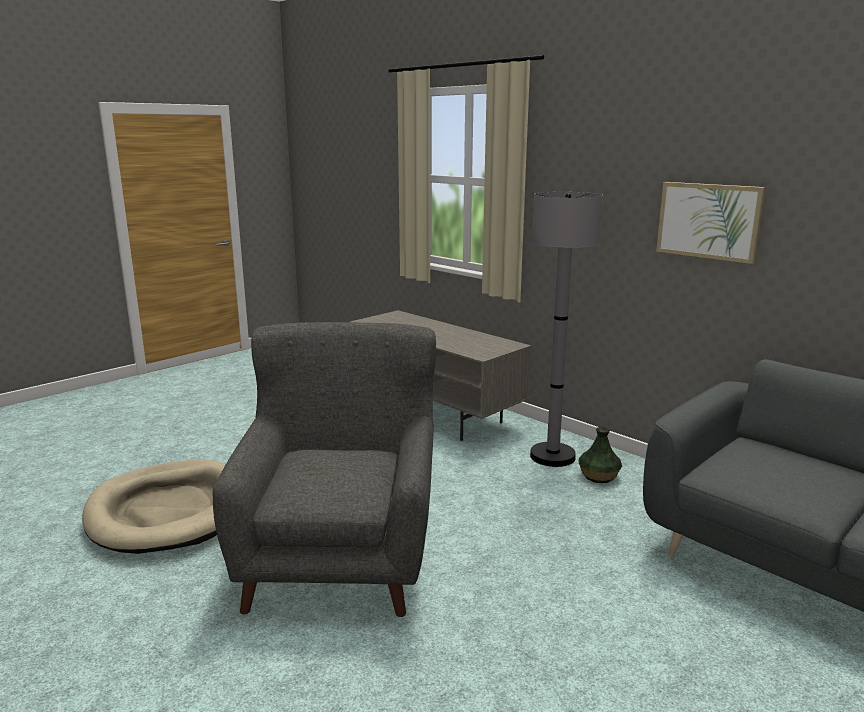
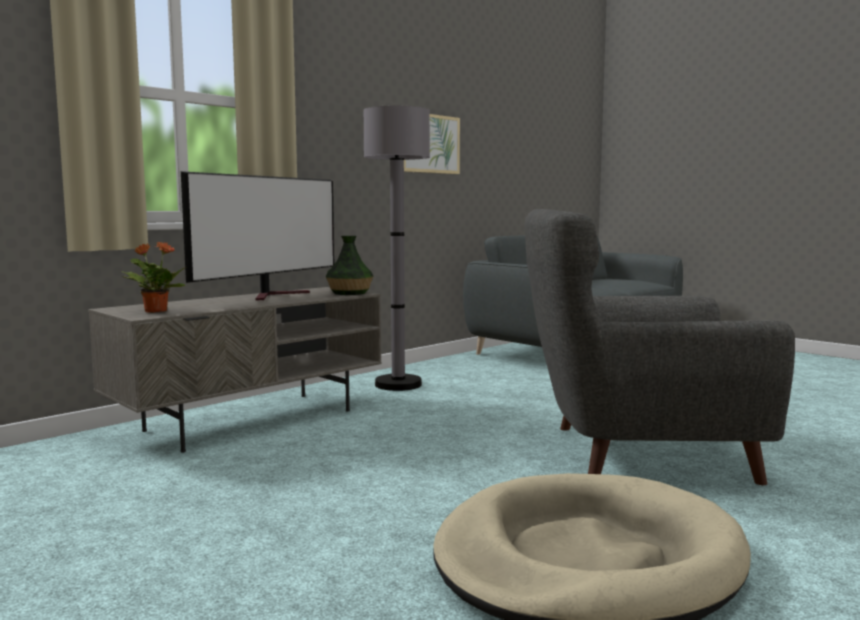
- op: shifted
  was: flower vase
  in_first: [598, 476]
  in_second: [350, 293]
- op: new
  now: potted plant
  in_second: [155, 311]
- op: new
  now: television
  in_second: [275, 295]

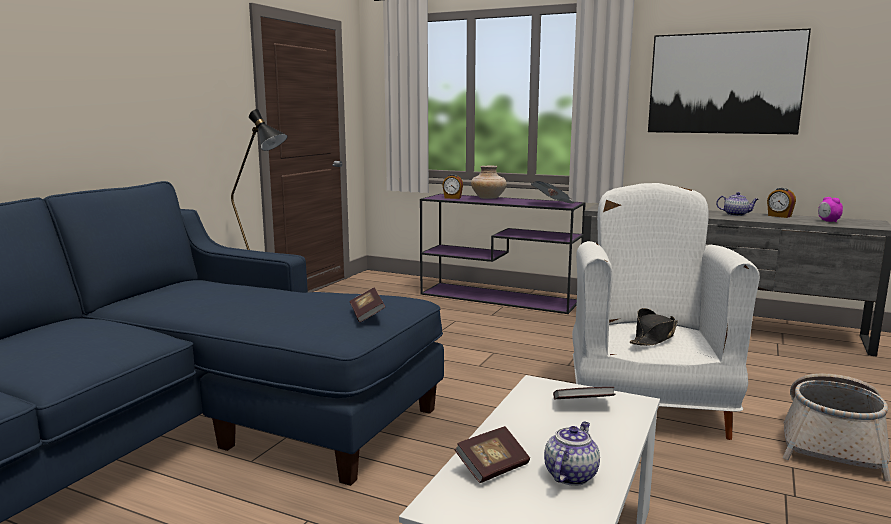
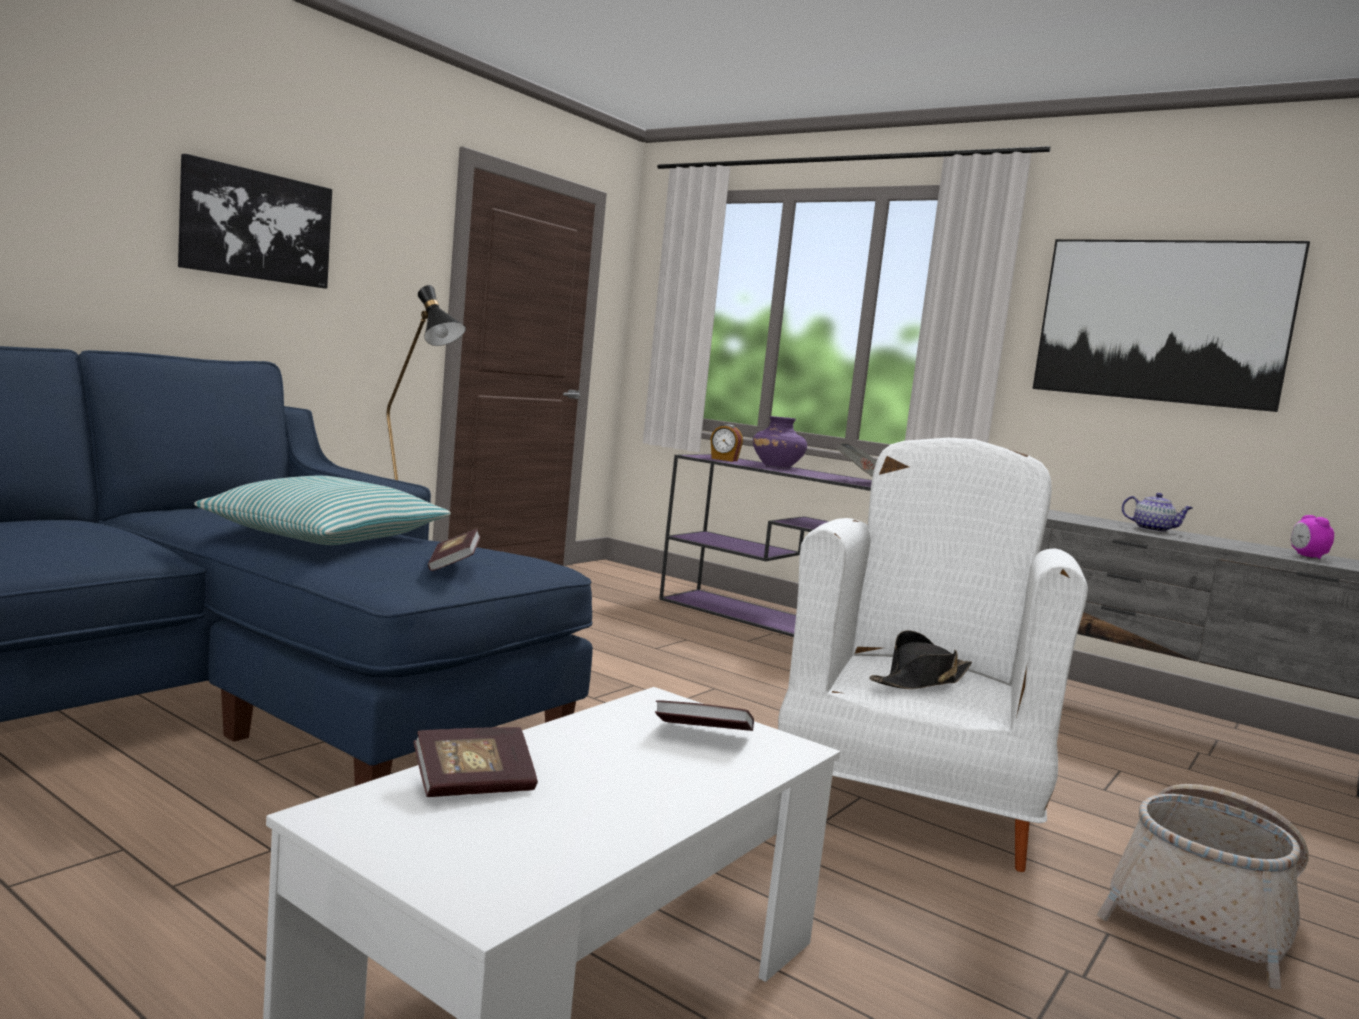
- op: repainted
  was: beige flower vase
  now: purple-coloured flower vase
  in_first: [488, 198]
  in_second: [777, 466]
- op: gone
  was: teapot
  in_first: [570, 475]
- op: gone
  was: bedside clock
  in_first: [779, 216]
- op: new
  now: wall picture
  in_second: [256, 225]
- op: new
  now: pillow
  in_second: [326, 535]

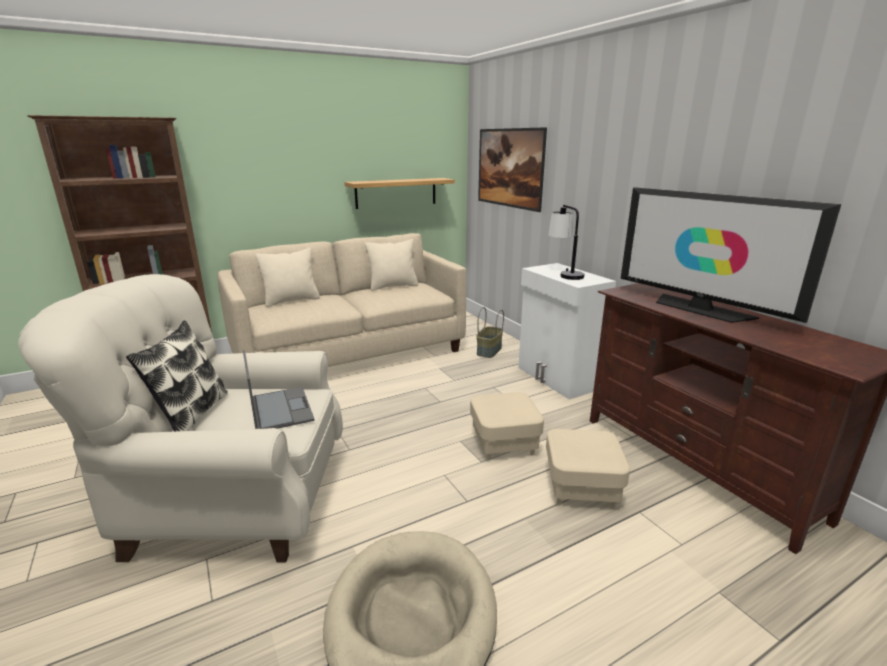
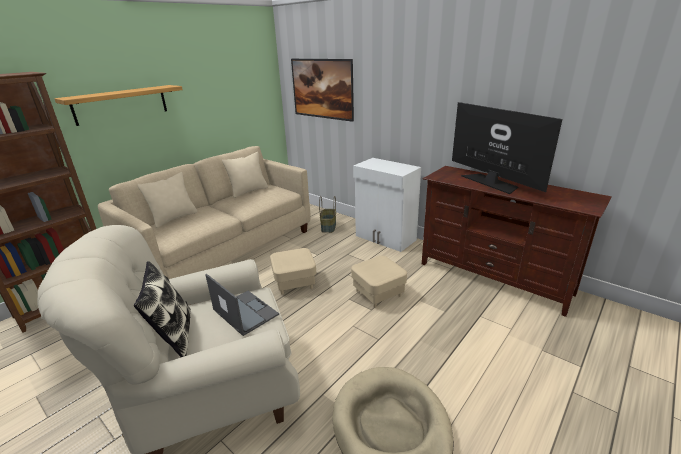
- op: shifted
  was: bracket shelf
  in_first: [396, 193]
  in_second: [121, 104]
- op: shifted
  was: beige footrest
  in_first: [581, 488]
  in_second: [294, 282]
- op: gone
  was: table lamp
  in_first: [564, 274]
- op: rotated
  was: television
  in_first: [700, 309]
  in_second: [490, 182]
  clockwise: -150

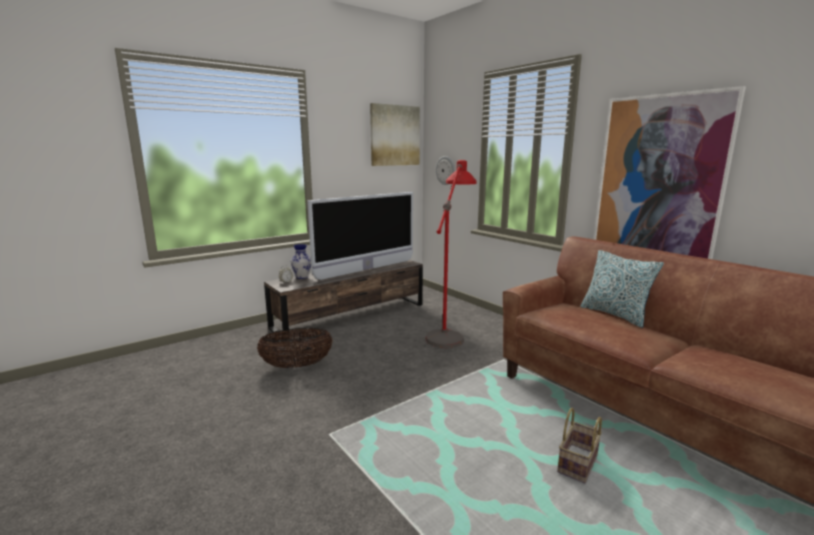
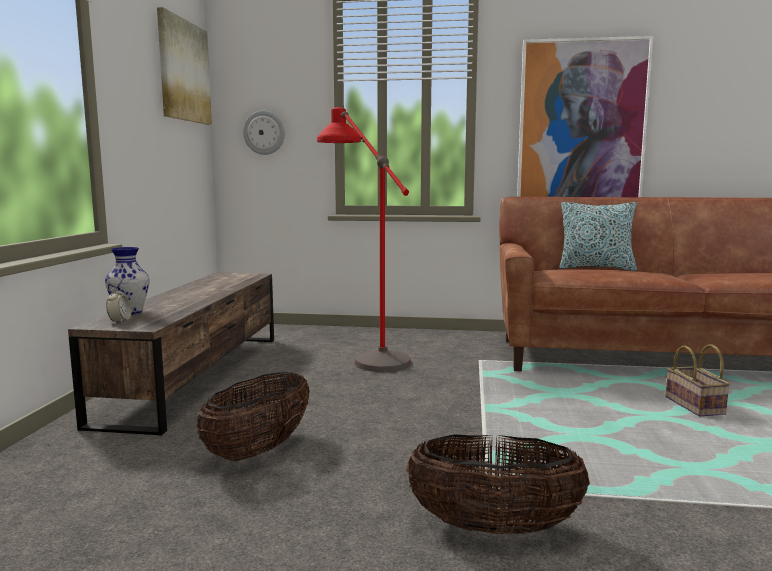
- op: gone
  was: television
  in_first: [366, 269]
- op: new
  now: basket
  in_second: [494, 527]

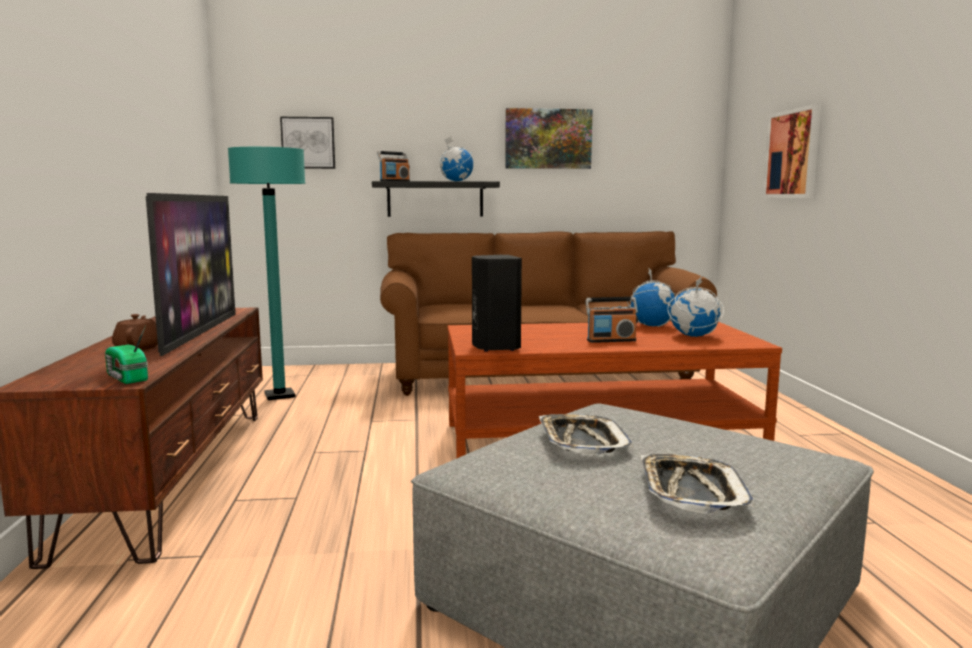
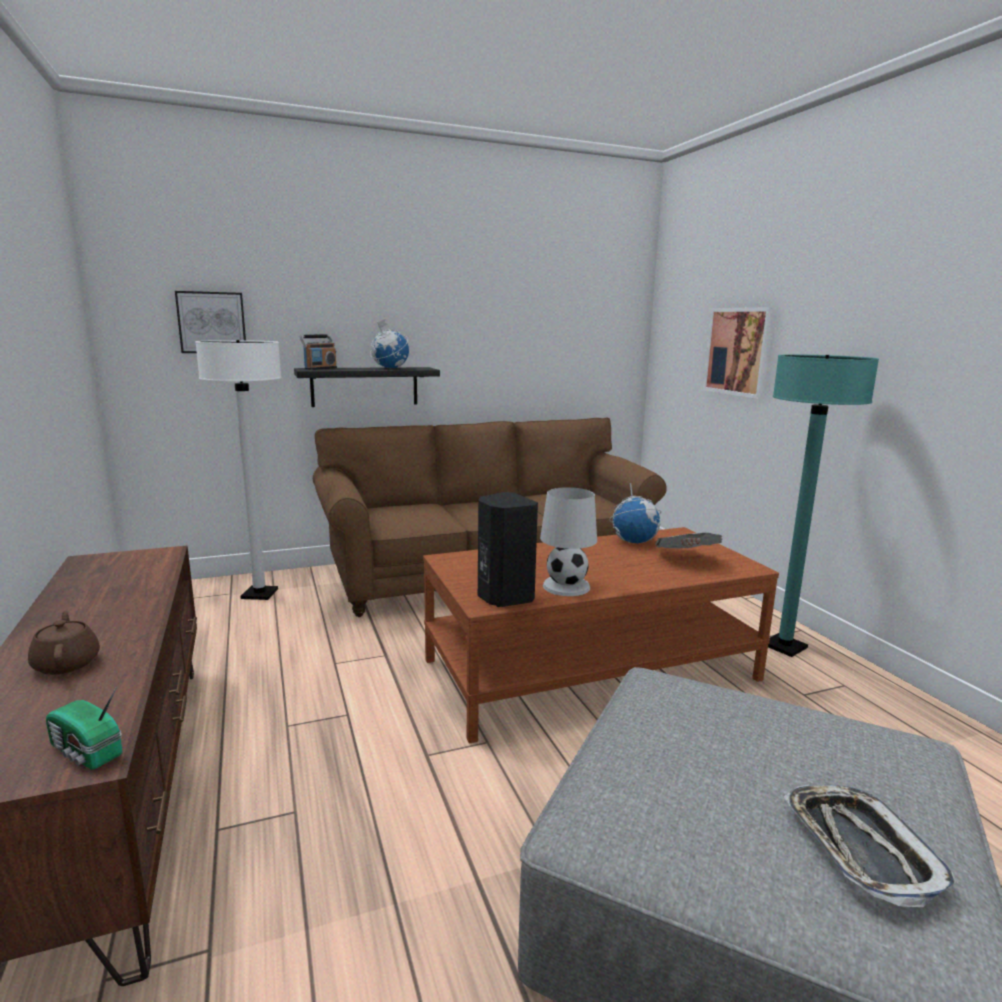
- op: gone
  was: television
  in_first: [199, 333]
- op: shifted
  was: blue-green floor lamp
  in_first: [279, 395]
  in_second: [784, 647]
- op: gone
  was: wall picture
  in_first: [548, 139]
- op: gone
  was: tray
  in_first: [582, 441]
- op: gone
  was: radio
  in_first: [611, 340]
- op: swapped
  was: desk globe
  now: newspaper
  in_first: [693, 336]
  in_second: [686, 559]
- op: new
  now: whitish floor lamp
  in_second: [259, 594]
- op: new
  now: whitish table lamp
  in_second: [565, 586]

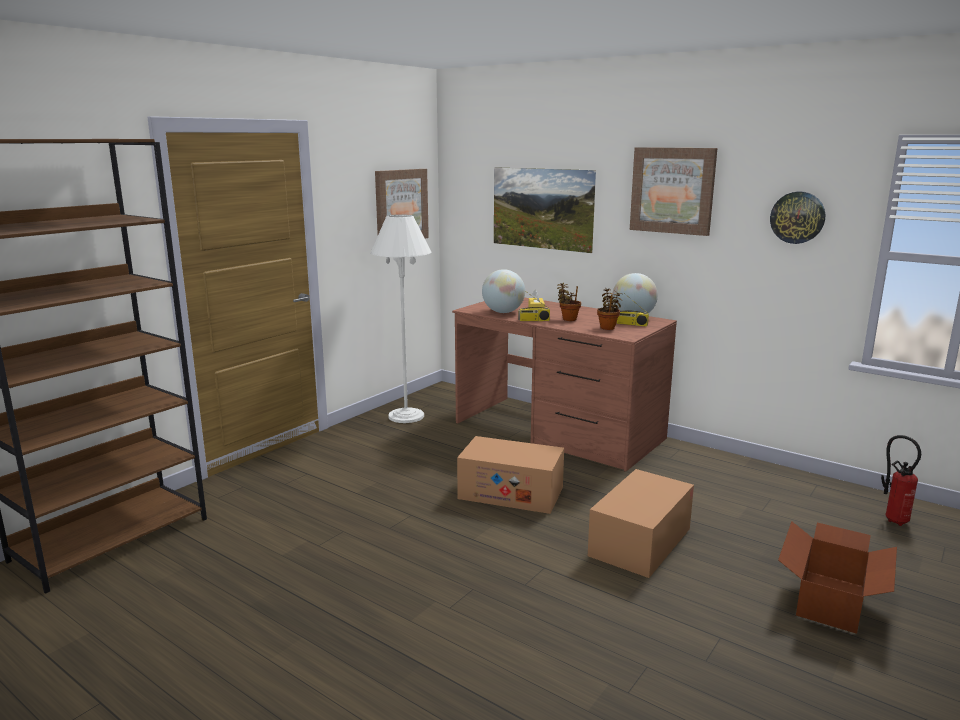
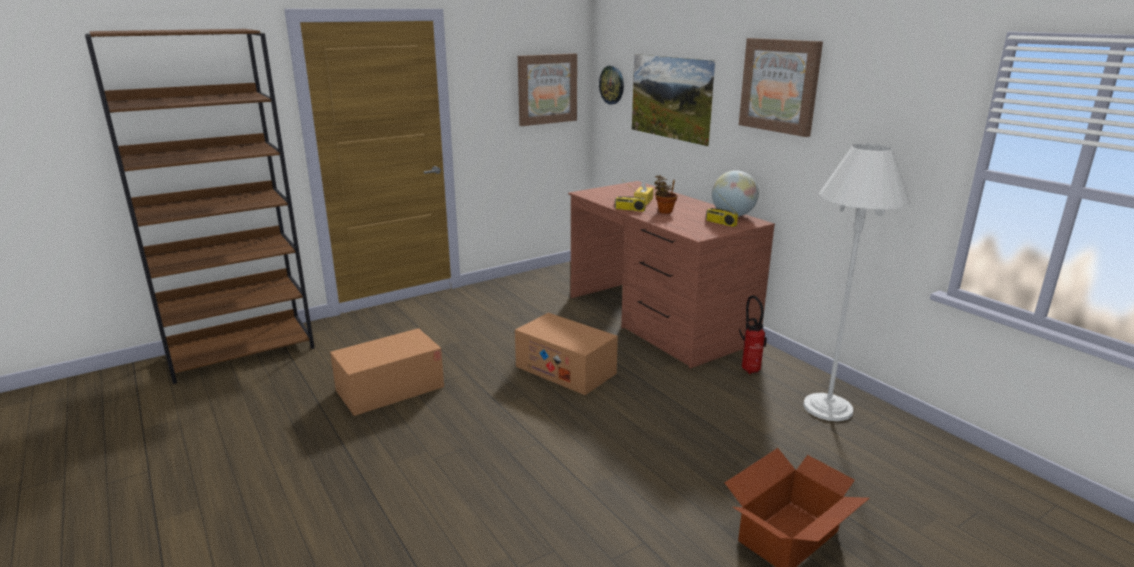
- op: shifted
  was: whitish floor lamp
  in_first: [406, 416]
  in_second: [827, 407]
- op: gone
  was: desk globe
  in_first: [503, 312]
- op: shifted
  was: packing box
  in_first: [640, 542]
  in_second: [390, 388]
- op: gone
  was: potted plant
  in_first: [608, 327]
- op: shifted
  was: hanging clock
  in_first: [797, 217]
  in_second: [612, 85]
- op: shifted
  was: fire extinguisher
  in_first: [893, 519]
  in_second: [749, 369]

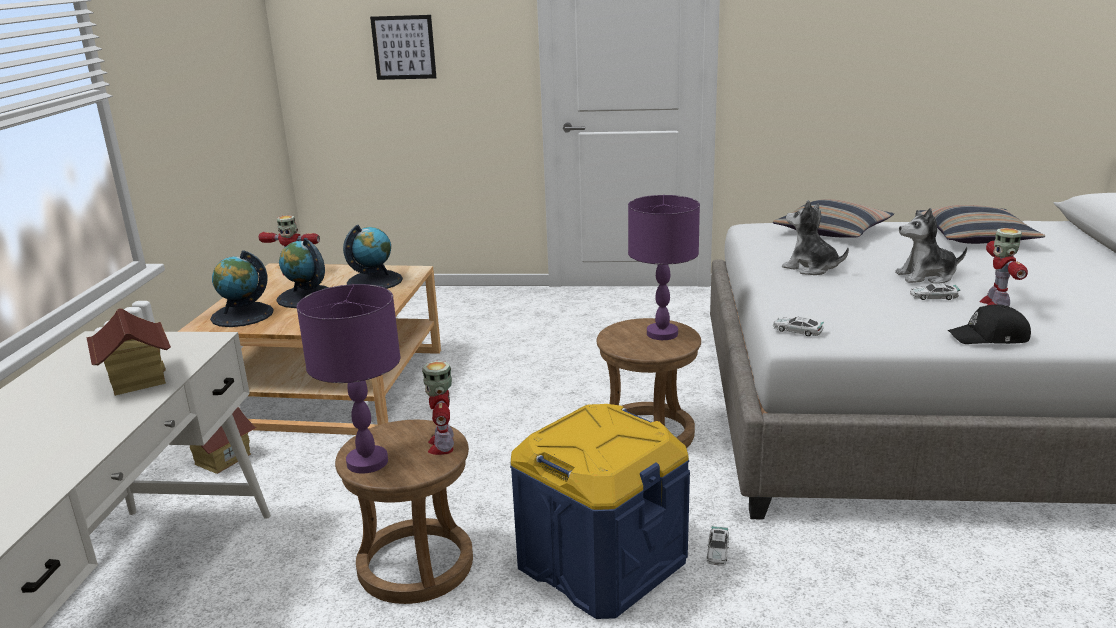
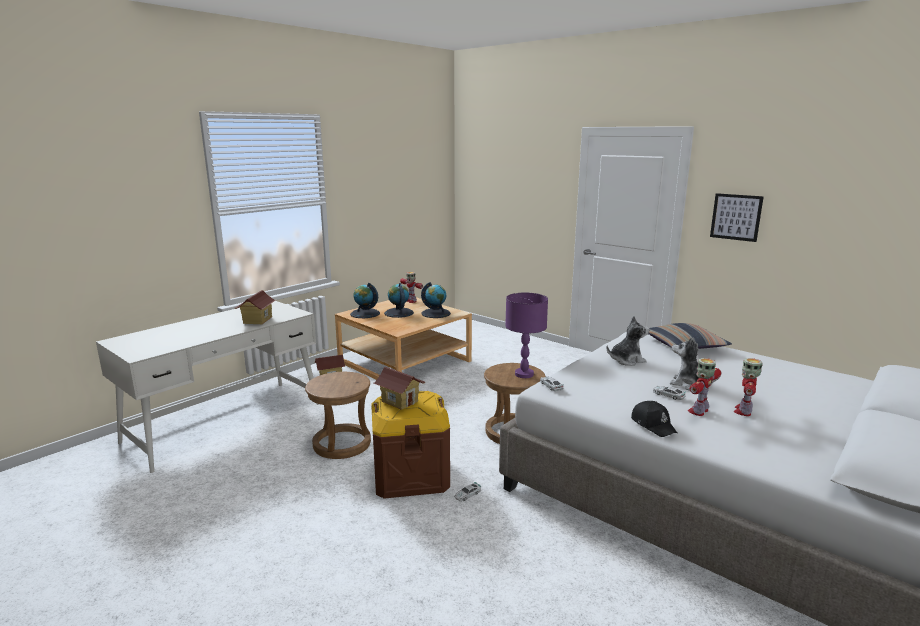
- op: gone
  was: purple-coloured table lamp
  in_first: [366, 462]
- op: shifted
  was: wall picture
  in_first: [404, 47]
  in_second: [736, 217]
- op: shifted
  was: robot figure
  in_first: [442, 445]
  in_second: [744, 411]
- op: repainted
  was: blue-coloured storage bin
  now: brownish storage bin
  in_first: [601, 562]
  in_second: [411, 475]
- op: rotated
  was: cuddly toy
  in_first: [810, 268]
  in_second: [626, 360]
  clockwise: 90
- op: gone
  was: pillow
  in_first: [975, 237]
- op: rotated
  was: black-coloured cap
  in_first: [990, 337]
  in_second: [653, 424]
  clockwise: -150
- op: new
  now: toy house
  in_second: [400, 401]

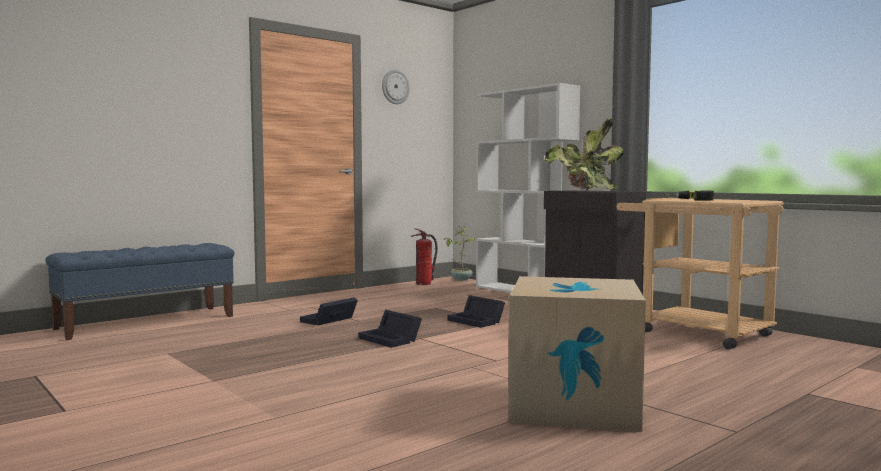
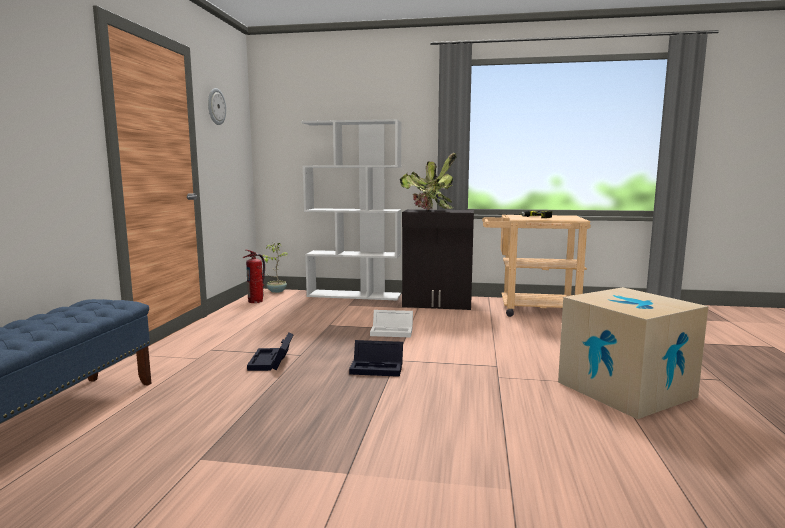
- op: repainted
  was: black-coloured storage bin
  now: whitish storage bin
  in_first: [477, 321]
  in_second: [393, 331]

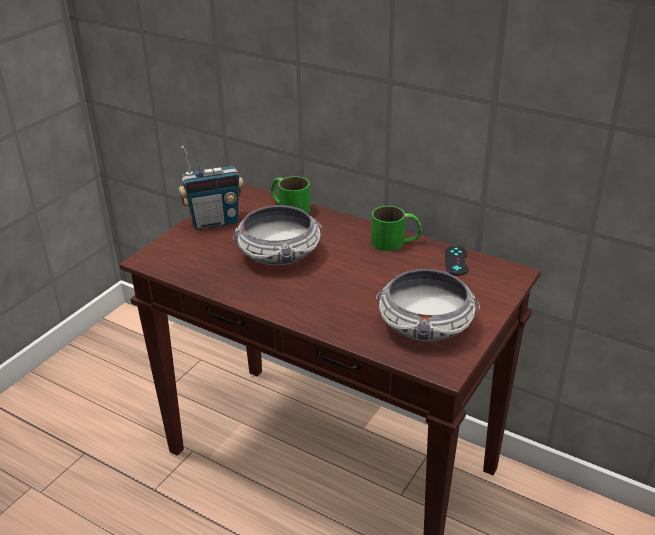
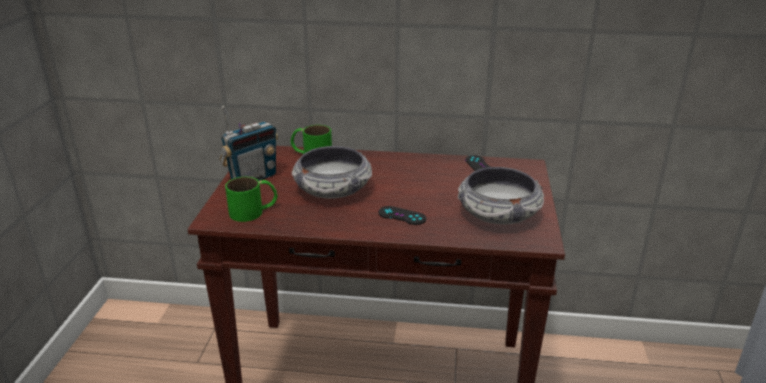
- op: shifted
  was: green tea mug
  in_first: [396, 242]
  in_second: [254, 211]
- op: new
  now: black-coloured joypad
  in_second: [402, 216]

